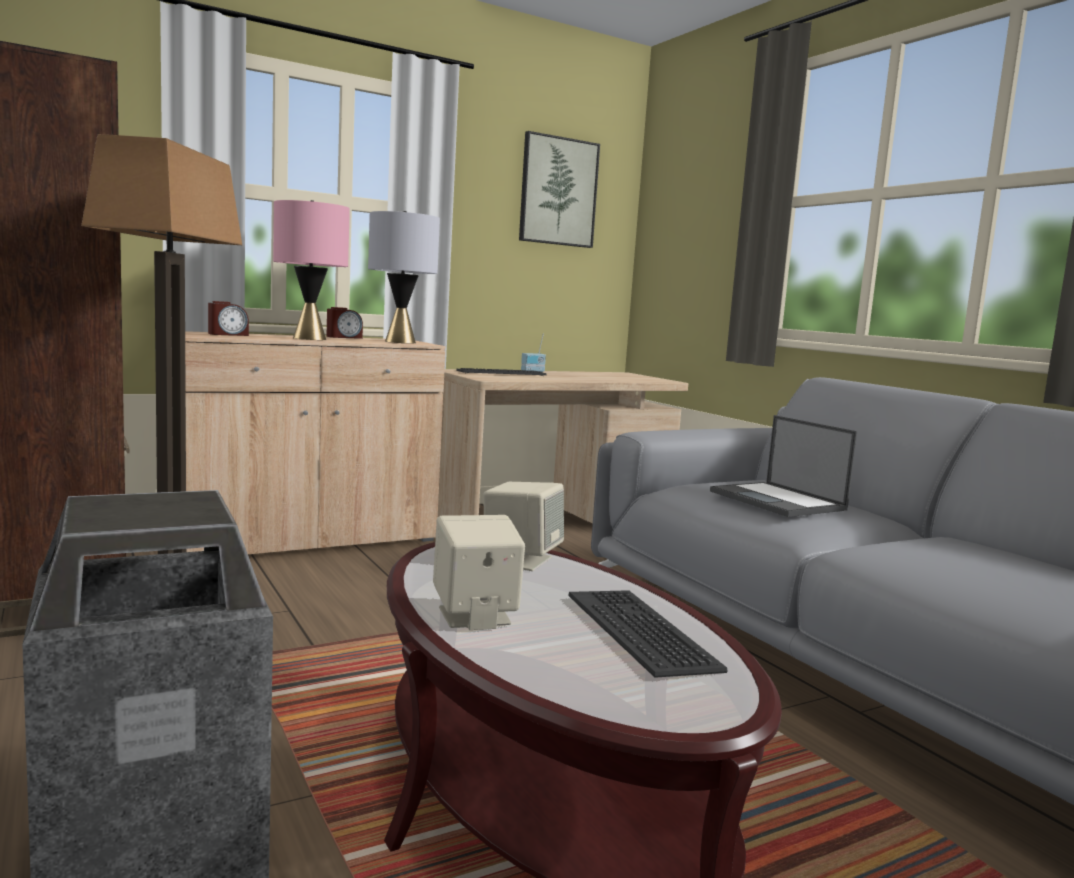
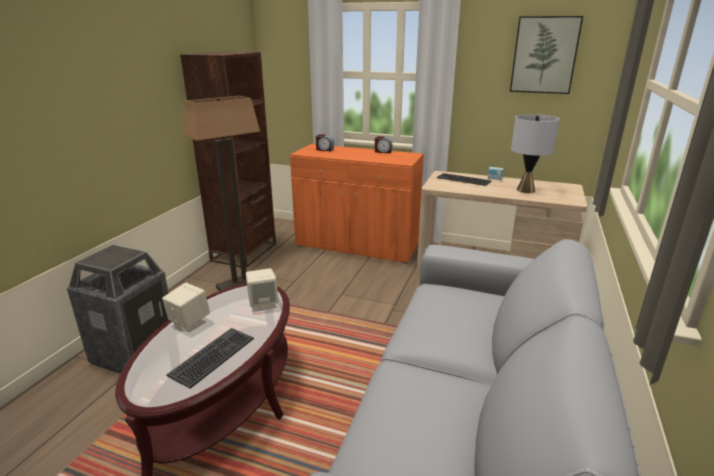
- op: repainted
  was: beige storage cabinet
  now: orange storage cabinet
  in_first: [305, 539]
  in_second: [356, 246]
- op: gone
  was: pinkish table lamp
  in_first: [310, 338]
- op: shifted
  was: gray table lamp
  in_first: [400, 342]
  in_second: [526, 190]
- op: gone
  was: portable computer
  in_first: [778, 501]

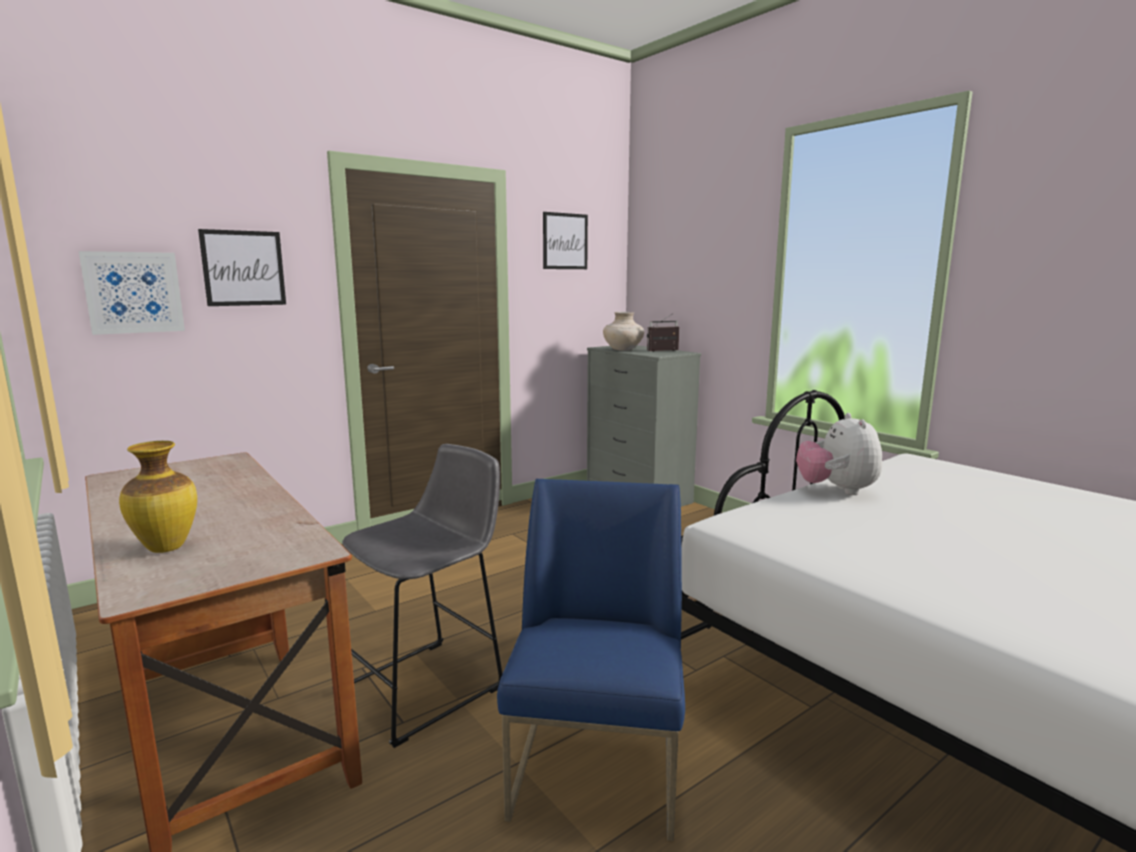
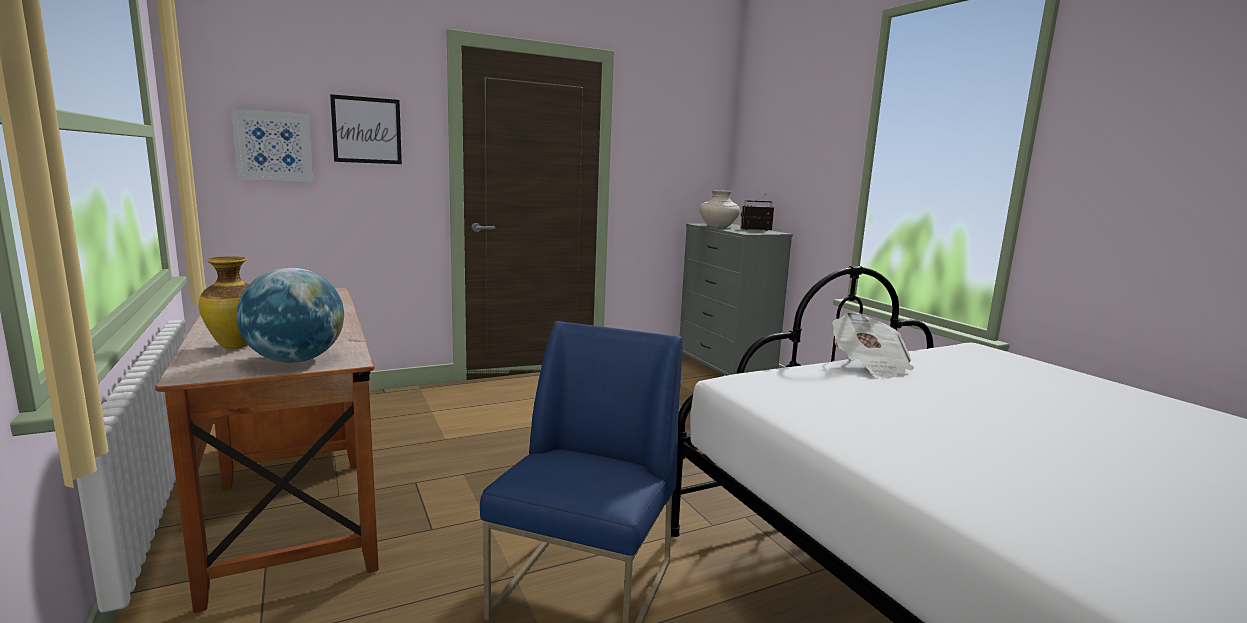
- op: gone
  was: gray sitting stool
  in_first: [428, 686]
- op: gone
  was: wall picture
  in_first: [565, 241]
- op: swapped
  was: cuddly toy
  now: newspaper
  in_first: [836, 490]
  in_second: [869, 366]
- op: new
  now: desk globe
  in_second: [296, 360]

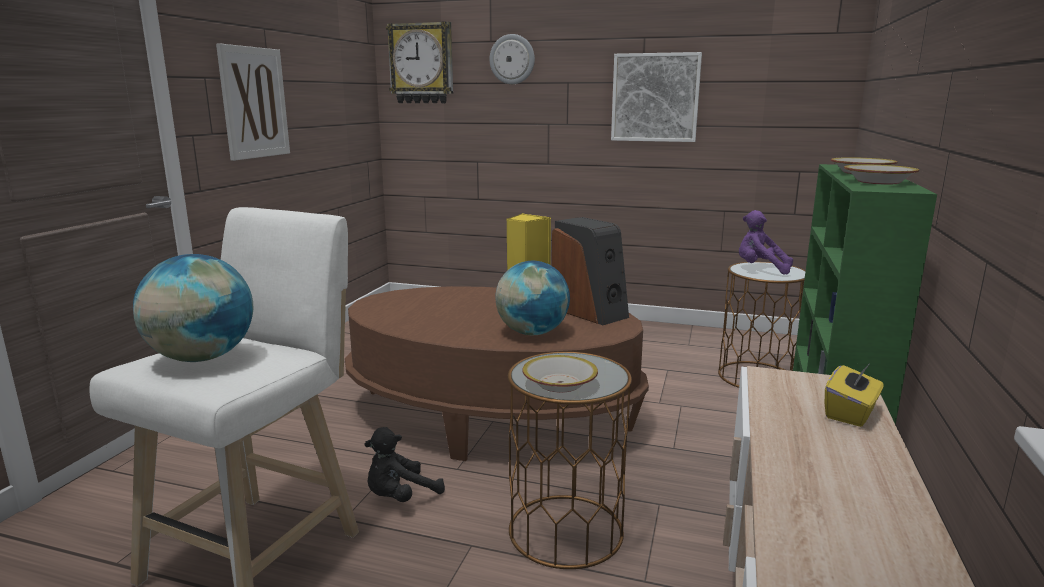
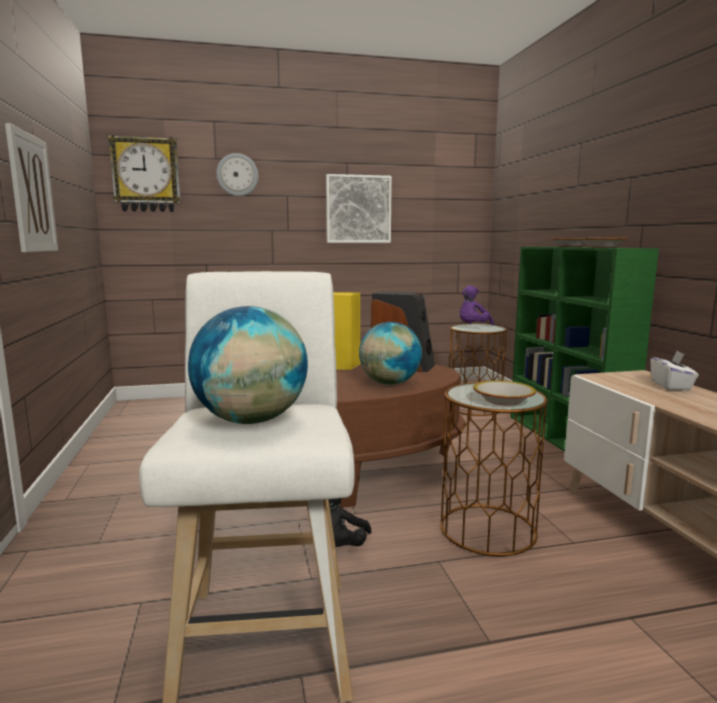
- op: rotated
  was: purple-coloured cuddly toy
  in_first: [760, 269]
  in_second: [472, 327]
  clockwise: -45
- op: repainted
  was: yellow-coloured box of tissues
  now: whitish box of tissues
  in_first: [851, 413]
  in_second: [671, 386]

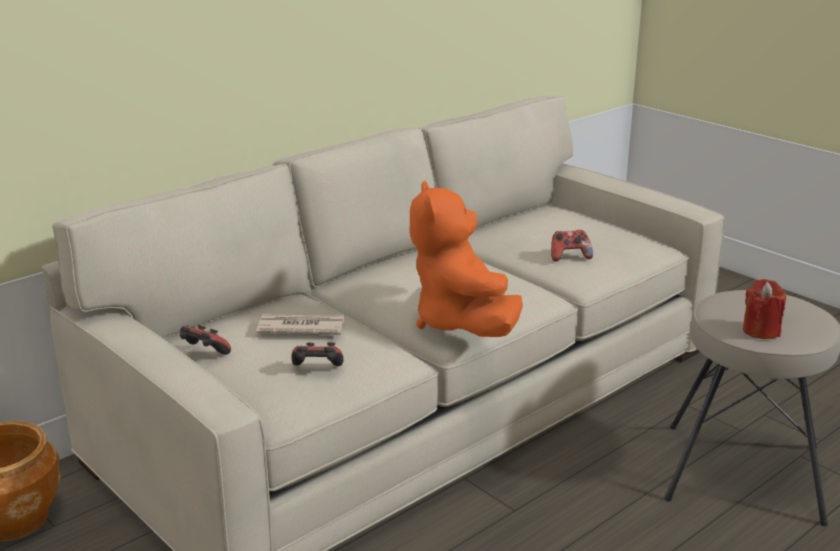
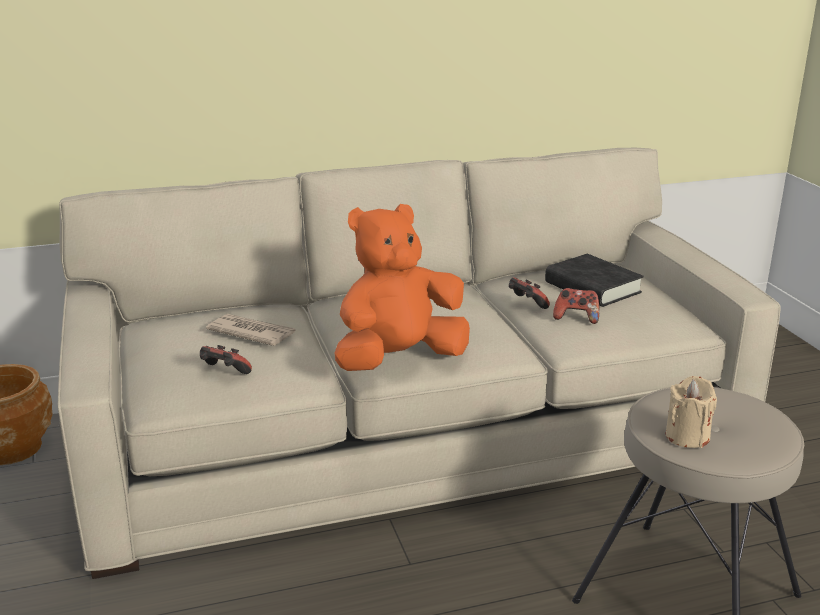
- op: shifted
  was: joypad
  in_first: [204, 353]
  in_second: [526, 304]
- op: rotated
  was: orange cuddly toy
  in_first: [461, 323]
  in_second: [399, 360]
  clockwise: 45
- op: repainted
  was: reddish wax candle
  now: beige wax candle
  in_first: [761, 331]
  in_second: [687, 436]
- op: new
  now: black-coloured bound book
  in_second: [592, 288]

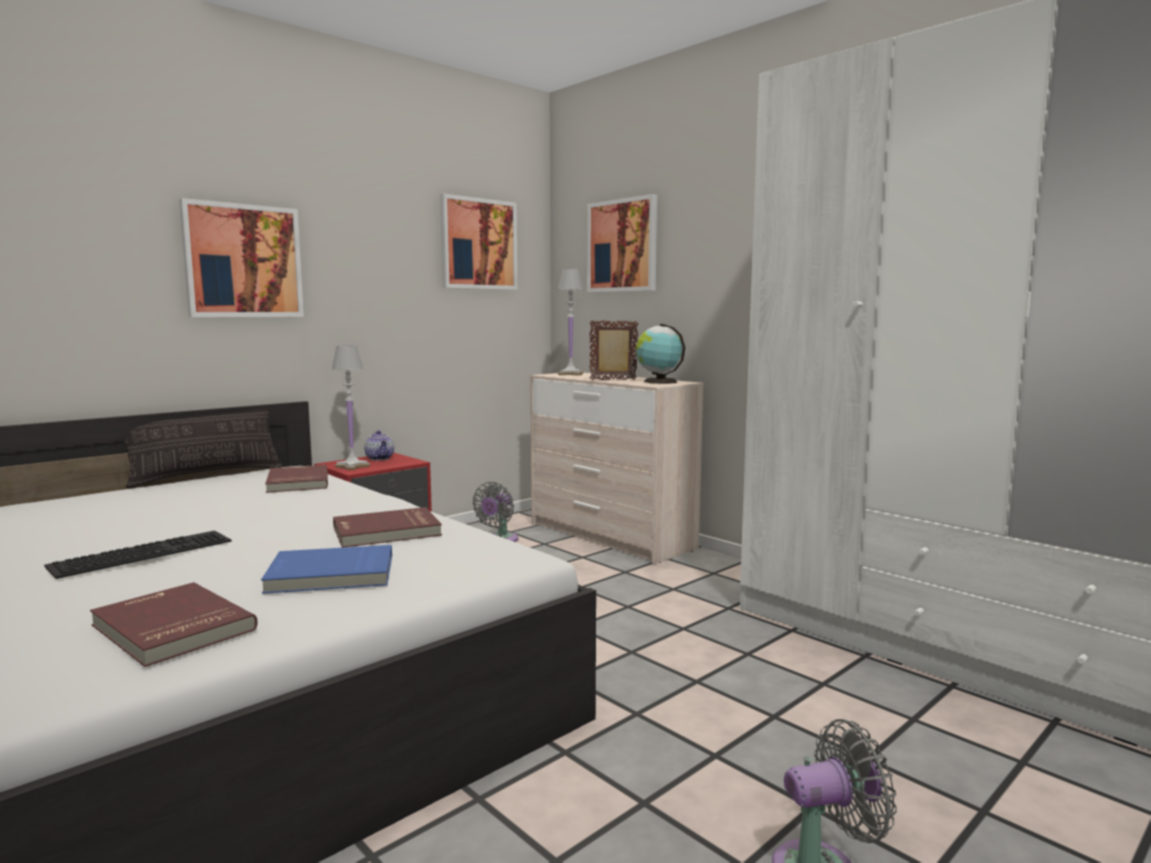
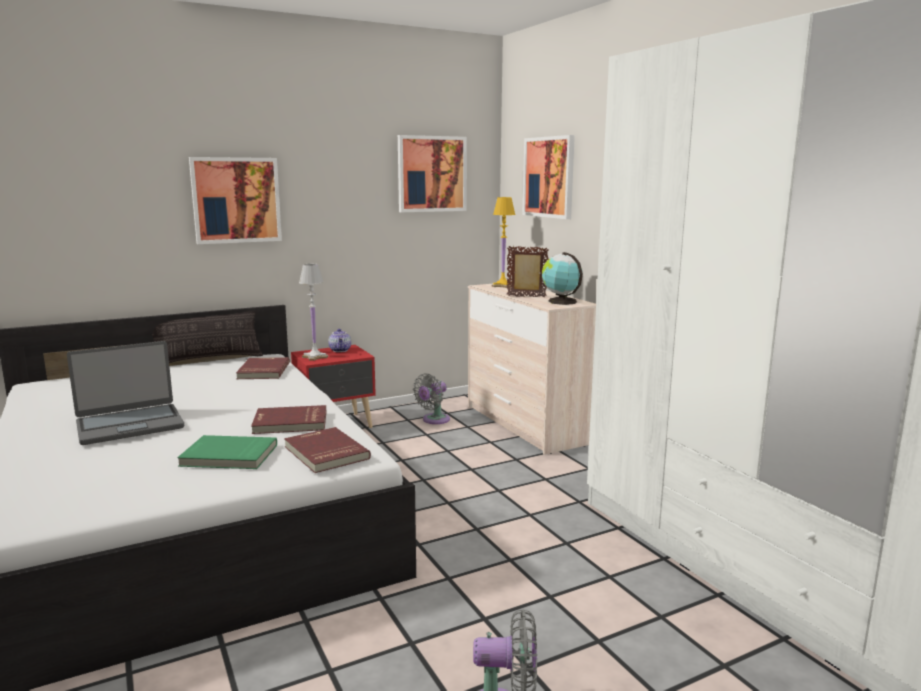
- op: swapped
  was: computer keyboard
  now: portable computer
  in_first: [143, 552]
  in_second: [130, 425]
- op: shifted
  was: reddish bound book
  in_first: [170, 628]
  in_second: [325, 453]
- op: repainted
  was: blue-coloured bound book
  now: green bound book
  in_first: [331, 574]
  in_second: [228, 456]
- op: repainted
  was: whitish table lamp
  now: yellow-coloured table lamp
  in_first: [571, 374]
  in_second: [503, 286]

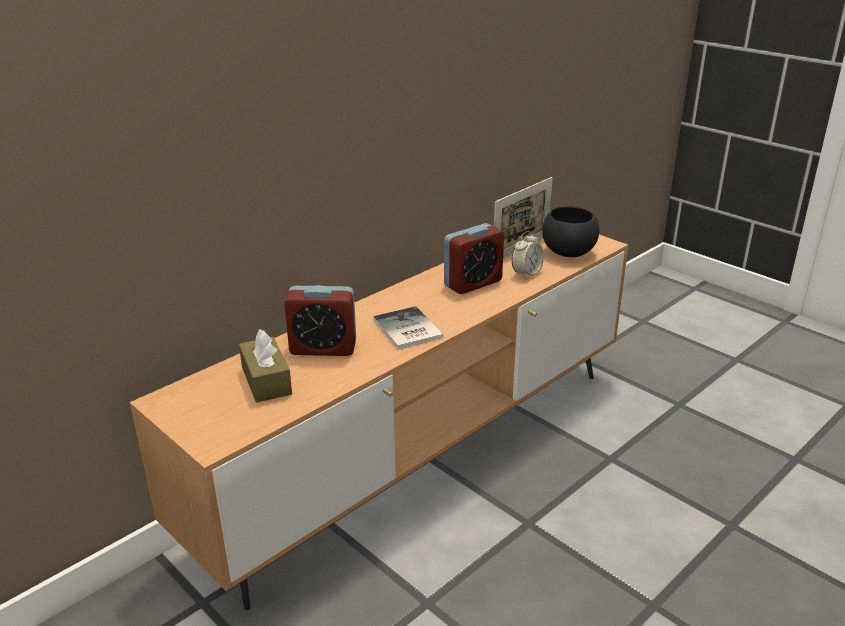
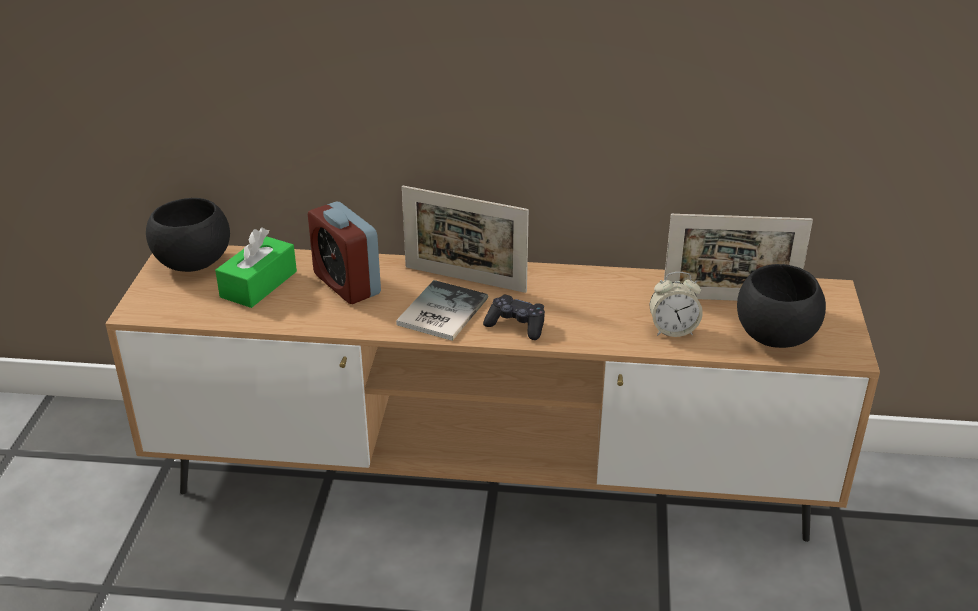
- op: repainted
  was: brownish box of tissues
  now: green box of tissues
  in_first: [266, 381]
  in_second: [258, 284]
- op: gone
  was: bedside clock
  in_first: [473, 283]
- op: new
  now: black-coloured serving bowl
  in_second: [192, 263]
- op: new
  now: picture frame
  in_second: [465, 279]
- op: new
  now: black-coloured joypad
  in_second: [516, 325]

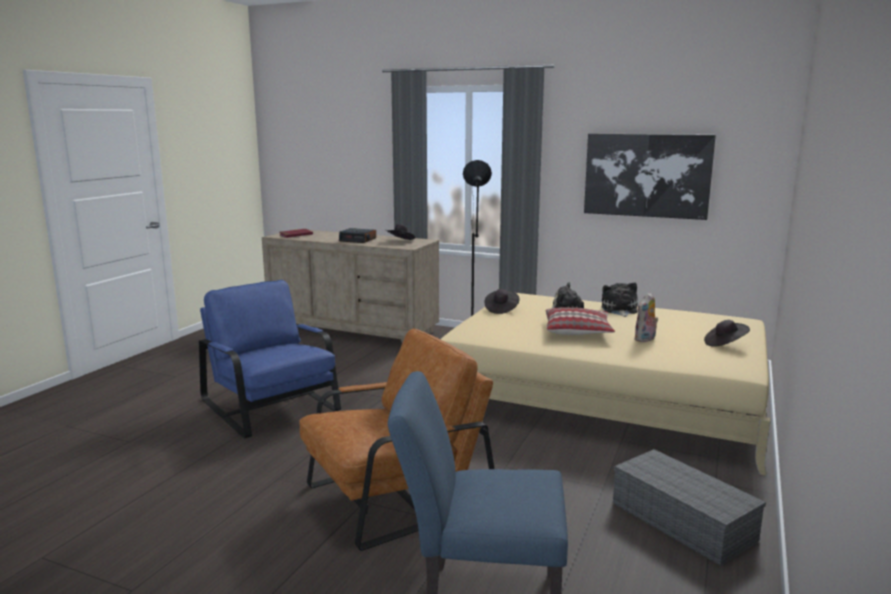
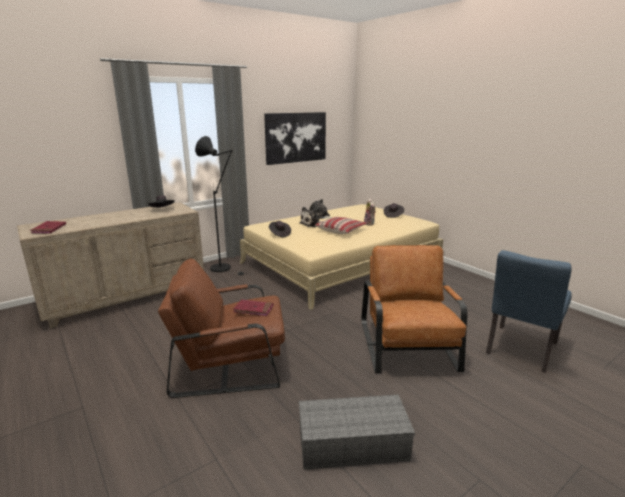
- op: repainted
  was: blue-coloured lounge chair
  now: brownish lounge chair
  in_first: [271, 405]
  in_second: [230, 363]
- op: gone
  was: bedside clock
  in_first: [358, 240]
- op: shifted
  was: gray storage bin
  in_first: [679, 520]
  in_second: [351, 444]
- op: new
  now: reddish bound book
  in_second: [253, 309]

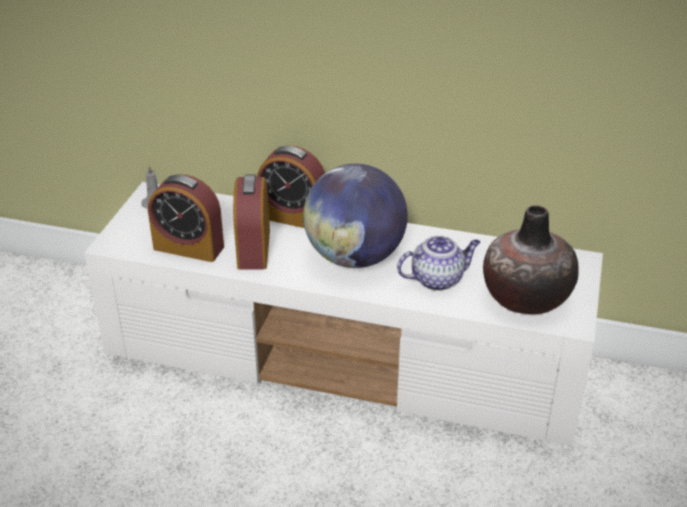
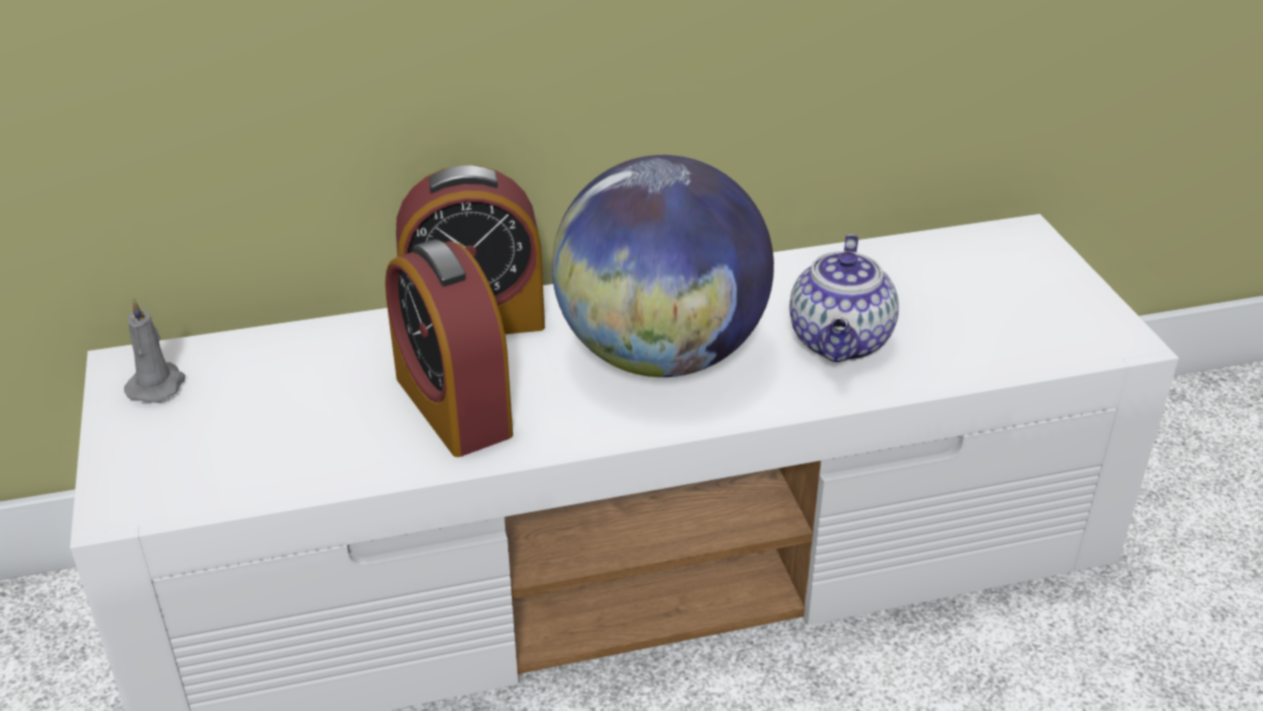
- op: gone
  was: bedside clock
  in_first: [188, 247]
- op: rotated
  was: teapot
  in_first: [438, 279]
  in_second: [841, 343]
  clockwise: 150
- op: gone
  was: flower vase
  in_first: [525, 297]

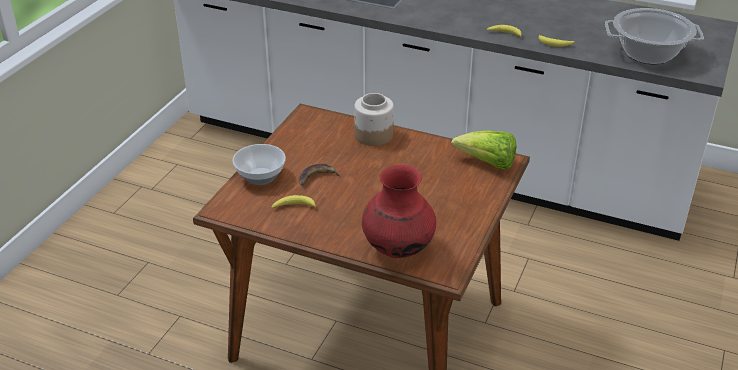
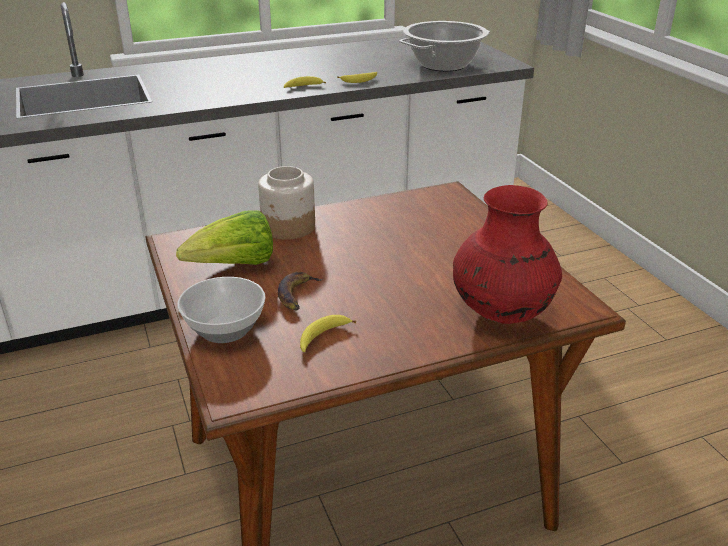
- op: shifted
  was: head of lettuce
  in_first: [487, 164]
  in_second: [234, 266]

